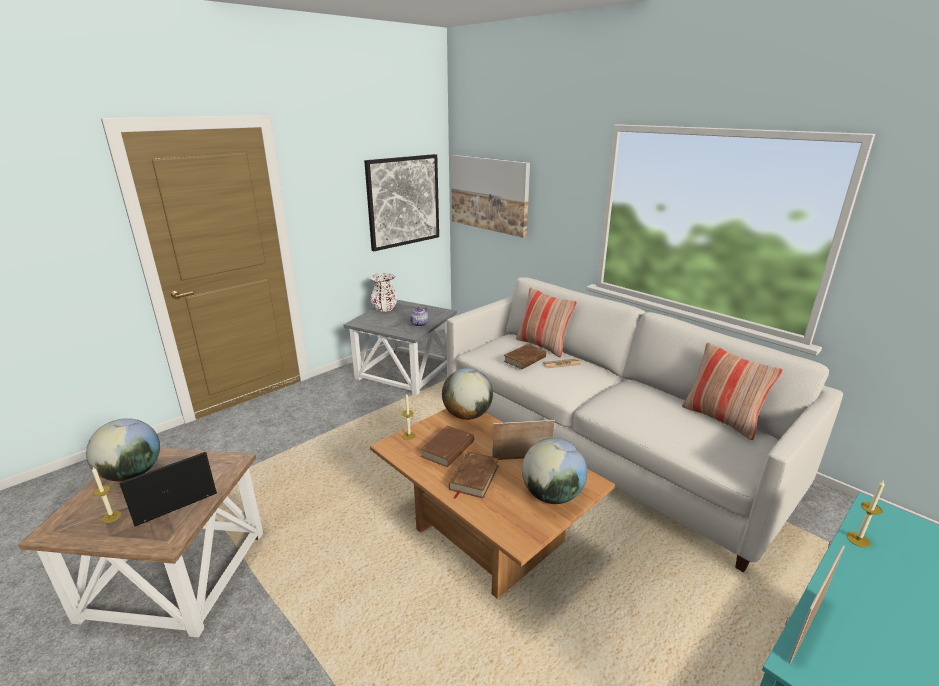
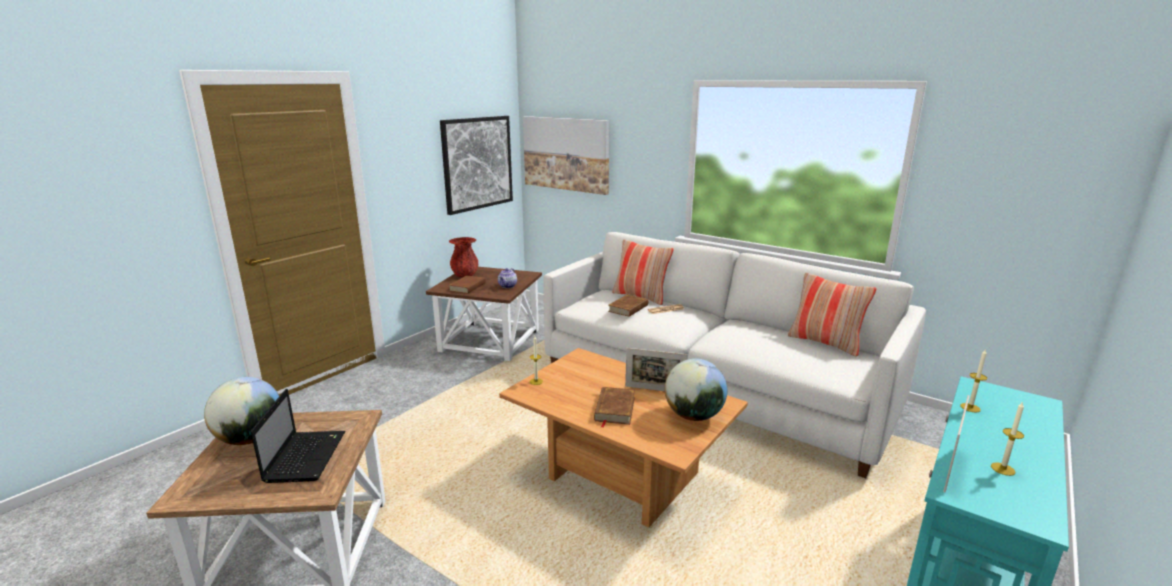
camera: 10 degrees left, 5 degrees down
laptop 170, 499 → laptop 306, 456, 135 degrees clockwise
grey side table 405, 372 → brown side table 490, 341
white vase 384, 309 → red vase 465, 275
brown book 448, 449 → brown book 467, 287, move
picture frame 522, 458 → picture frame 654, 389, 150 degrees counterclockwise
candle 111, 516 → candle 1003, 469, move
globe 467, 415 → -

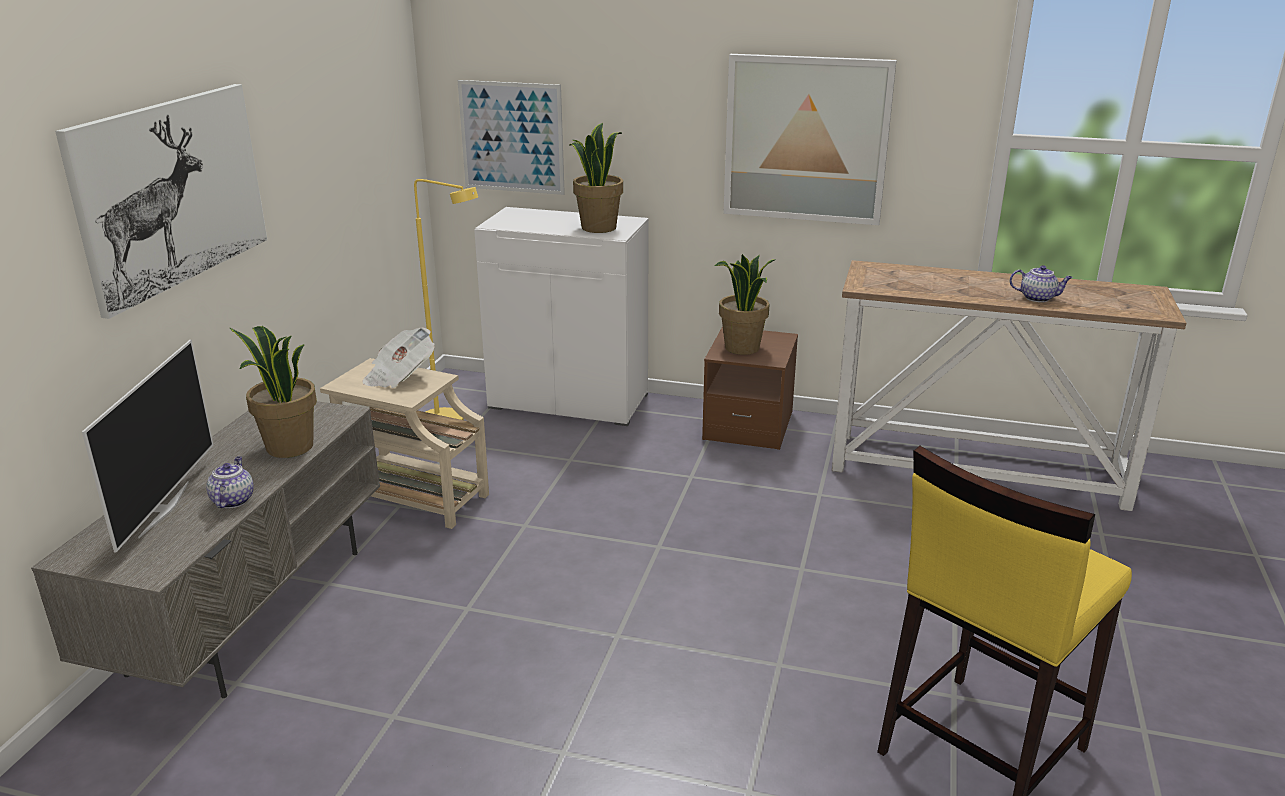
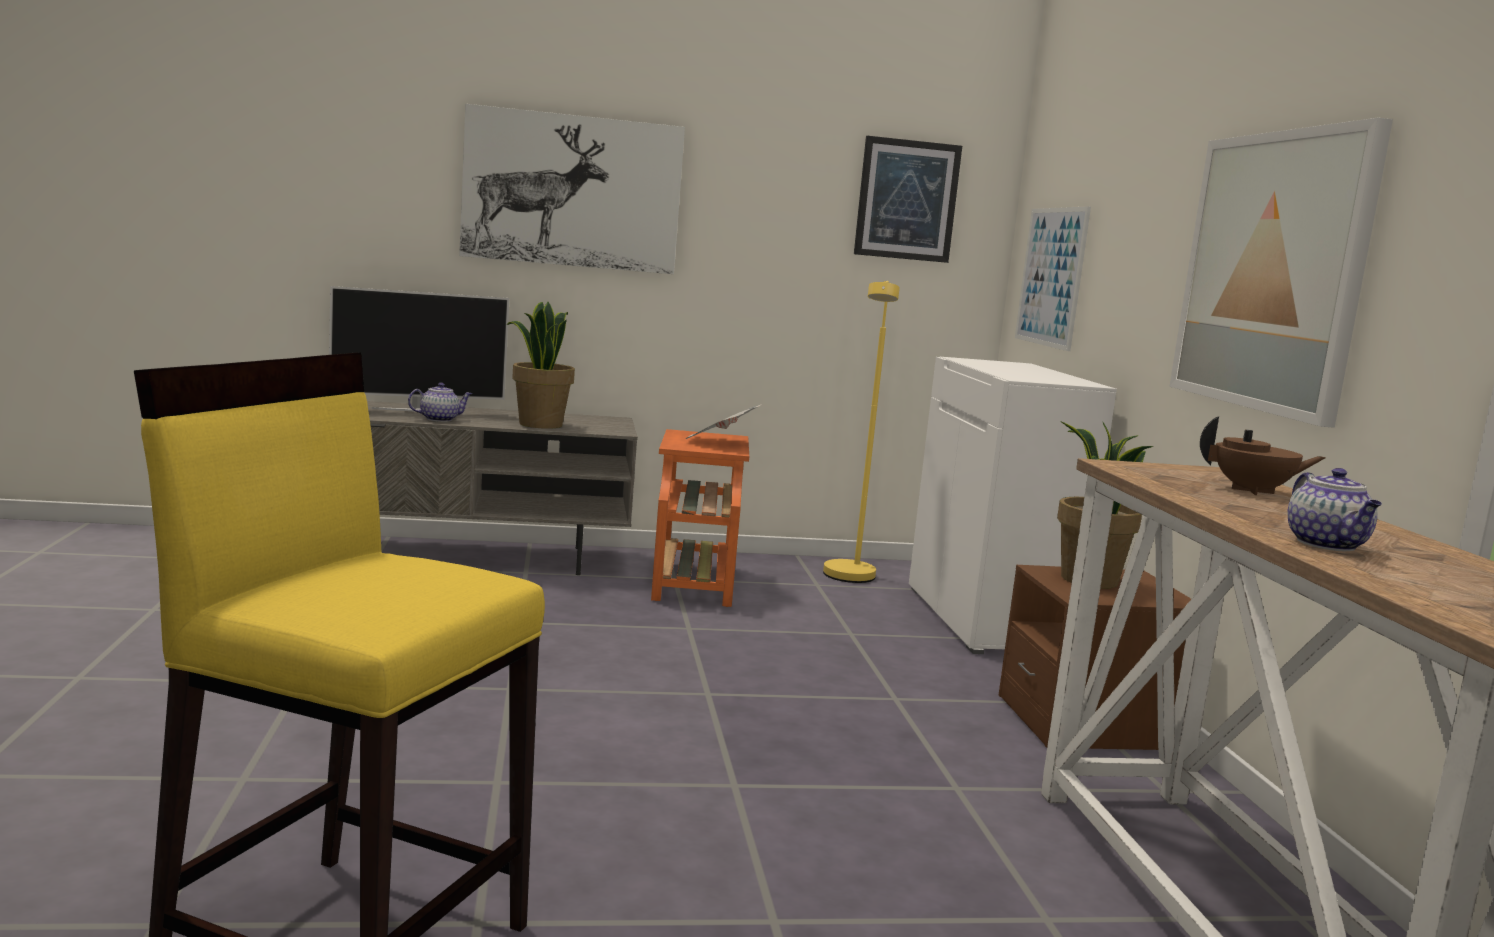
camera: 65 degrees right, 15 degrees down
beige side table 413, 497 → orange side table 694, 581
- → picture 907, 200
- → brown teapot 1253, 491
potted plant 598, 227 → -

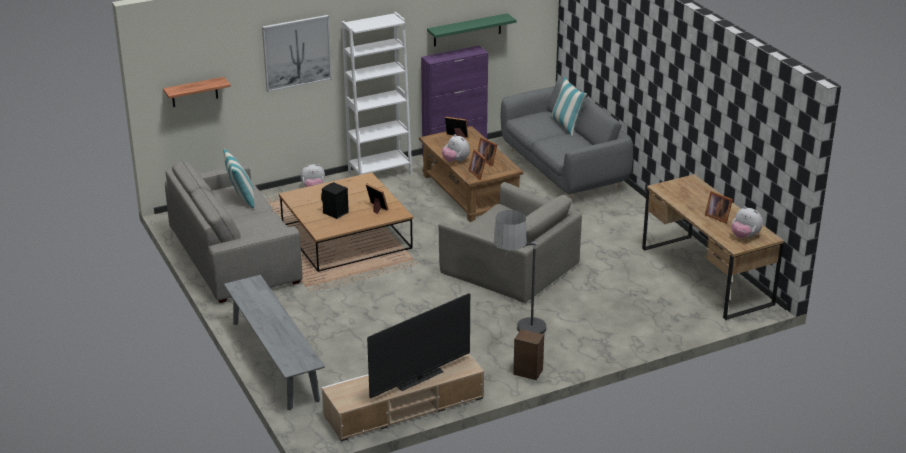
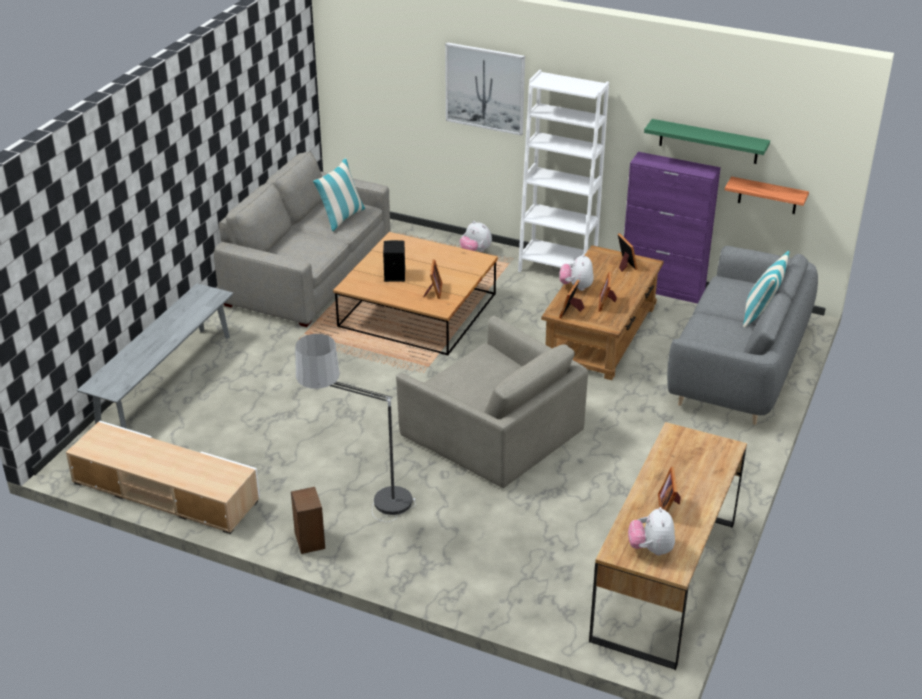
camera: 50 degrees right, 5 degrees up
grey armchair 510, 267 → grey armchair 493, 431, 45 degrees counterclockwise
shelf 194, 92 → shelf 768, 195, move
television 420, 379 → -

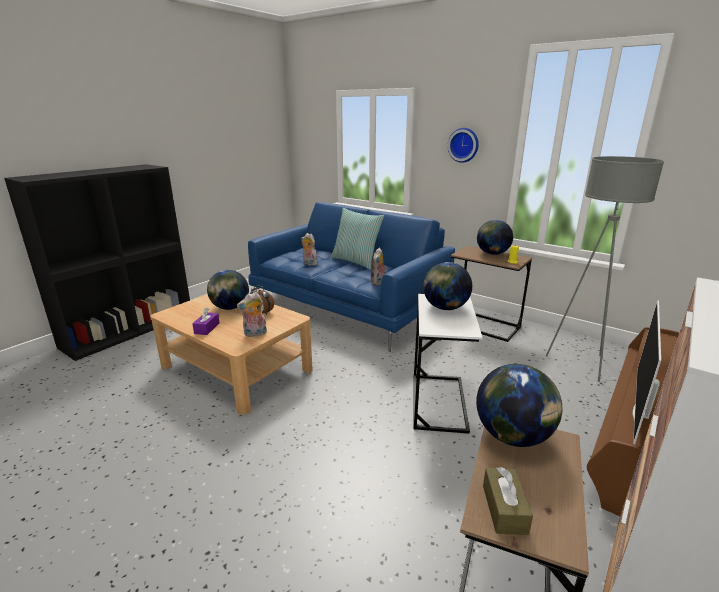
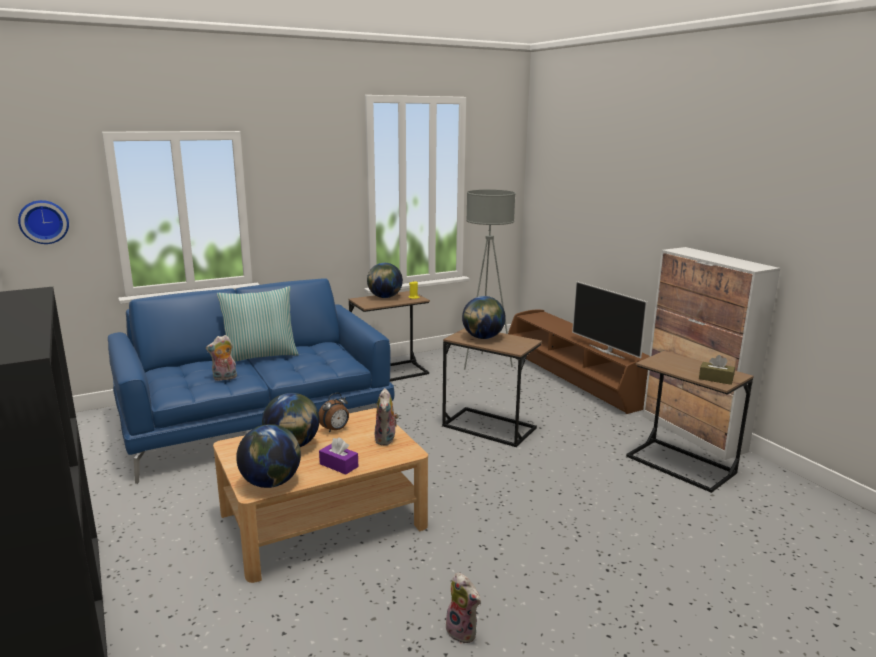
camera: 65 degrees left, 5 degrees down
wall clock 464, 145 → wall clock 44, 221, move
globe 513, 436 → globe 271, 482, move
white side table 438, 402 → brown side table 489, 427
plush toy 378, 282 → plush toy 463, 631, move

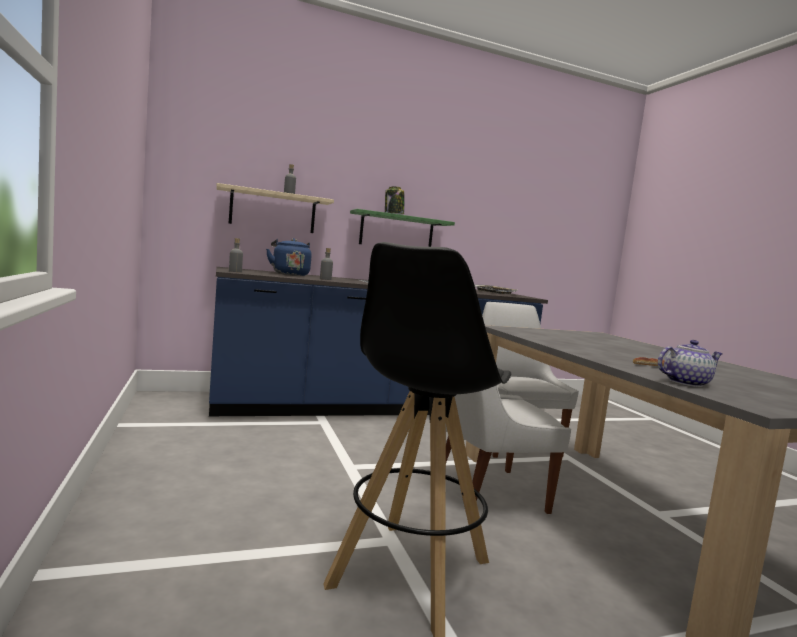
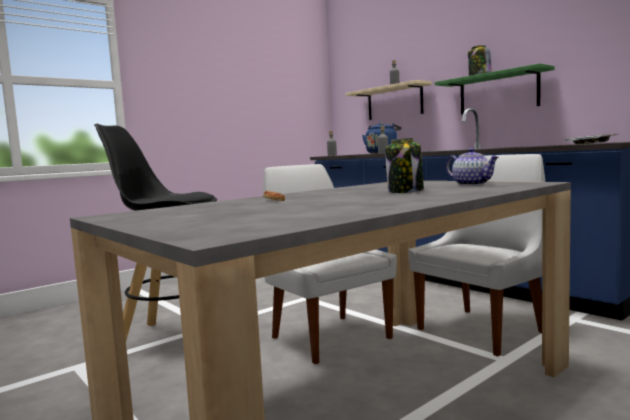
camera: 70 degrees right, 0 degrees up
- → jar 405, 191
teapot 685, 383 → teapot 472, 184, move

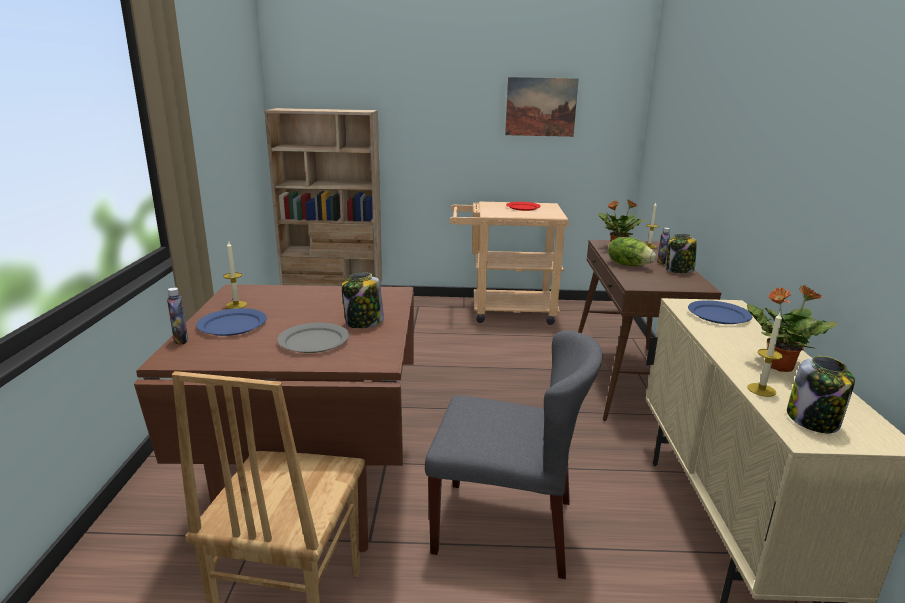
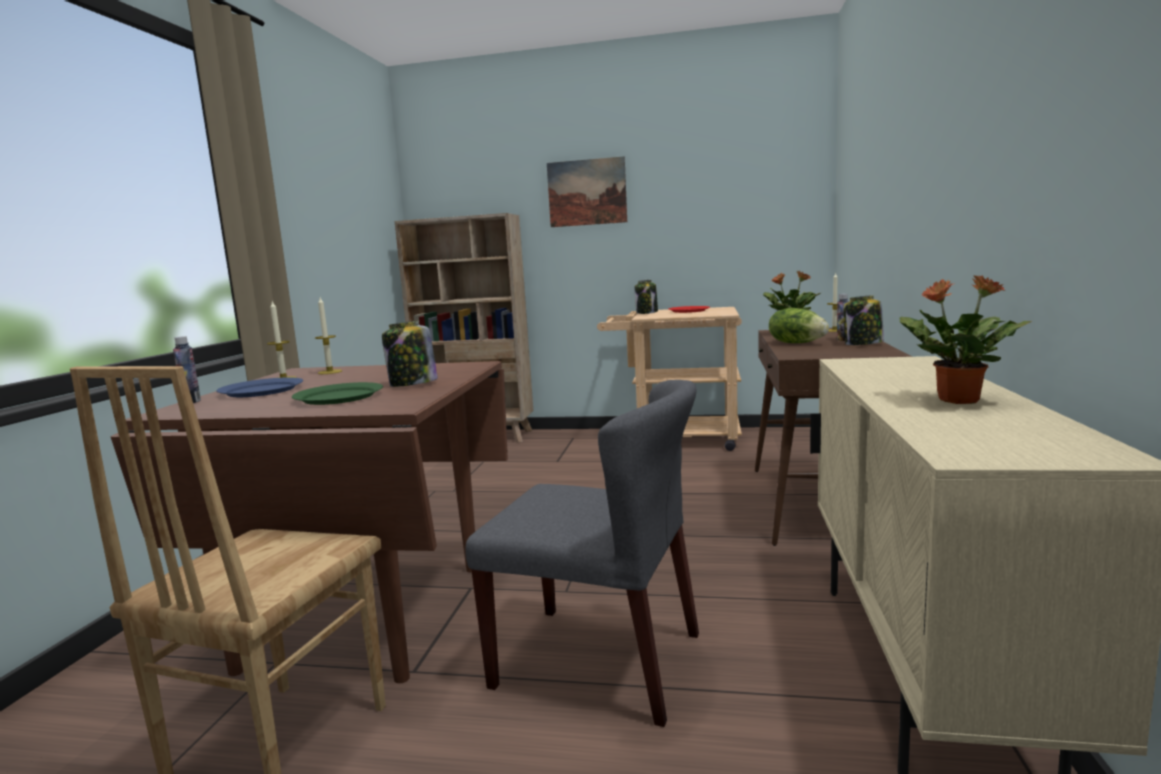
camera: 10 degrees right, 10 degrees down
grey plate 314, 341 → green plate 339, 397
candle 761, 390 → candle 330, 372, move
picture 541, 107 → picture 587, 192, move
jar 813, 420 → jar 647, 312, move
blue plate 719, 315 → -

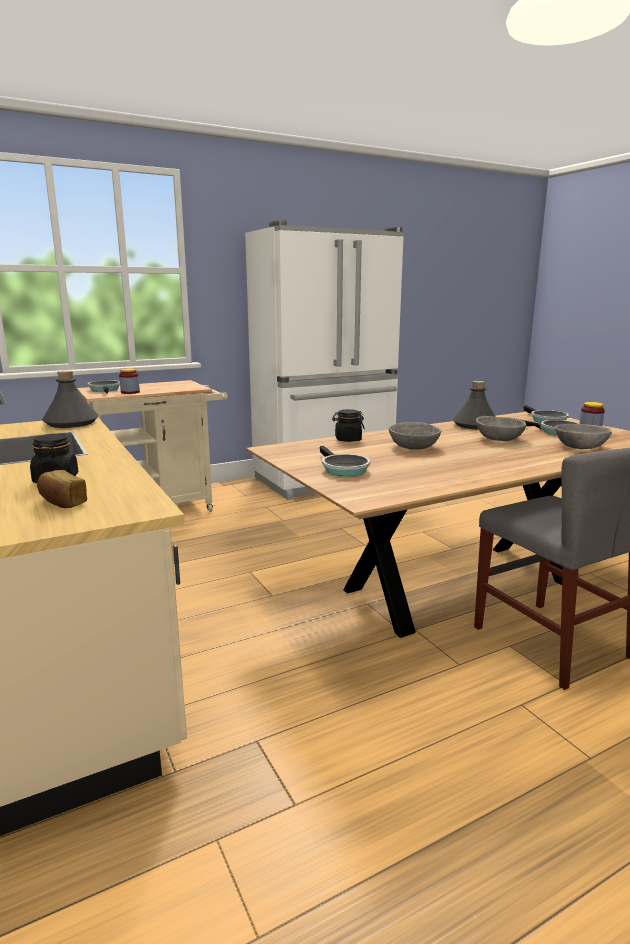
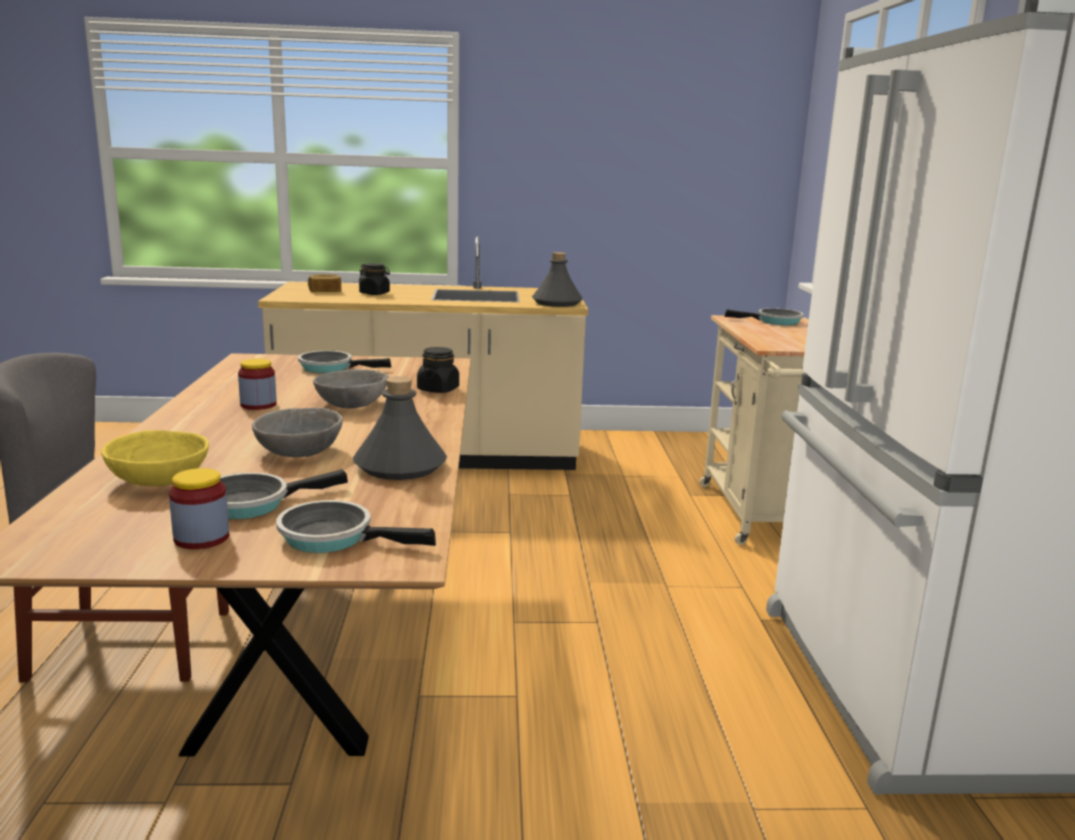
camera: 115 degrees right, 0 degrees up
grey bowl 580, 447 → yellow bowl 159, 479
jar 130, 392 → jar 258, 405, move

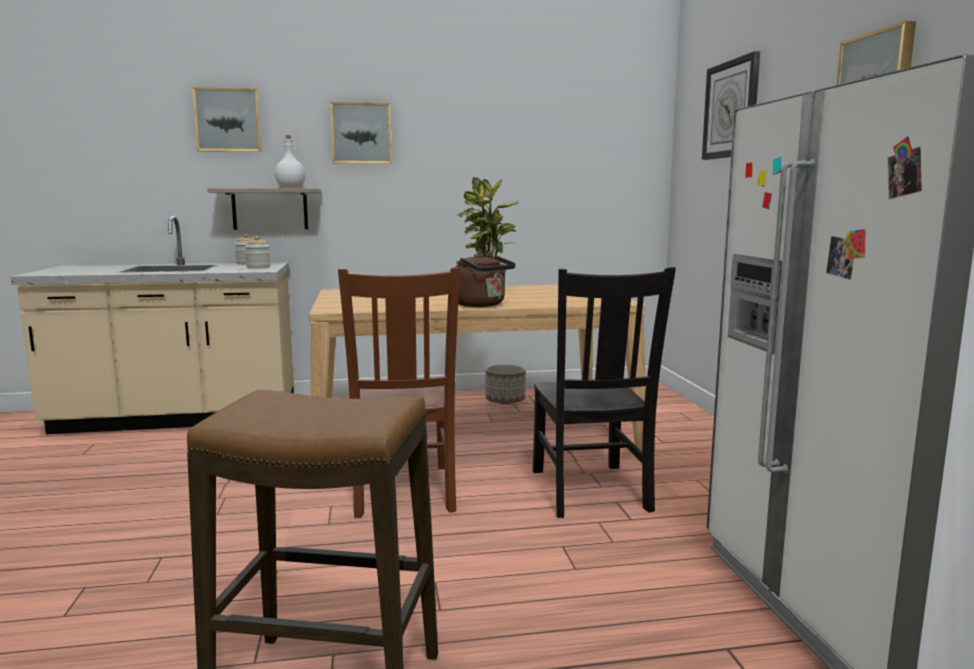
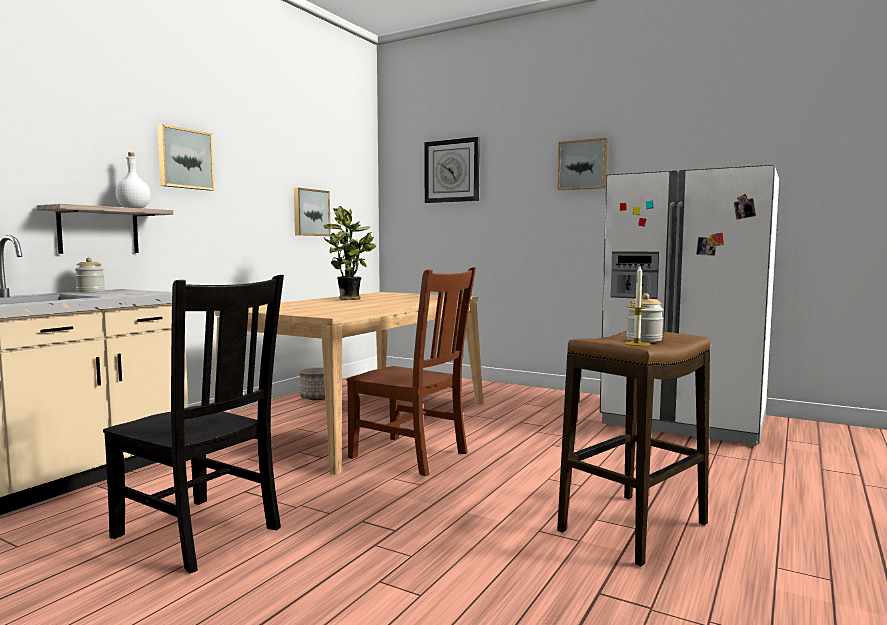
camera: 50 degrees left, 5 degrees down
black chair 590, 492 → black chair 200, 534, move
picture 228, 120 → picture 310, 212, move
- → candle 637, 344
jar 258, 267 → jar 644, 339, move
brown kettle 482, 305 → -

